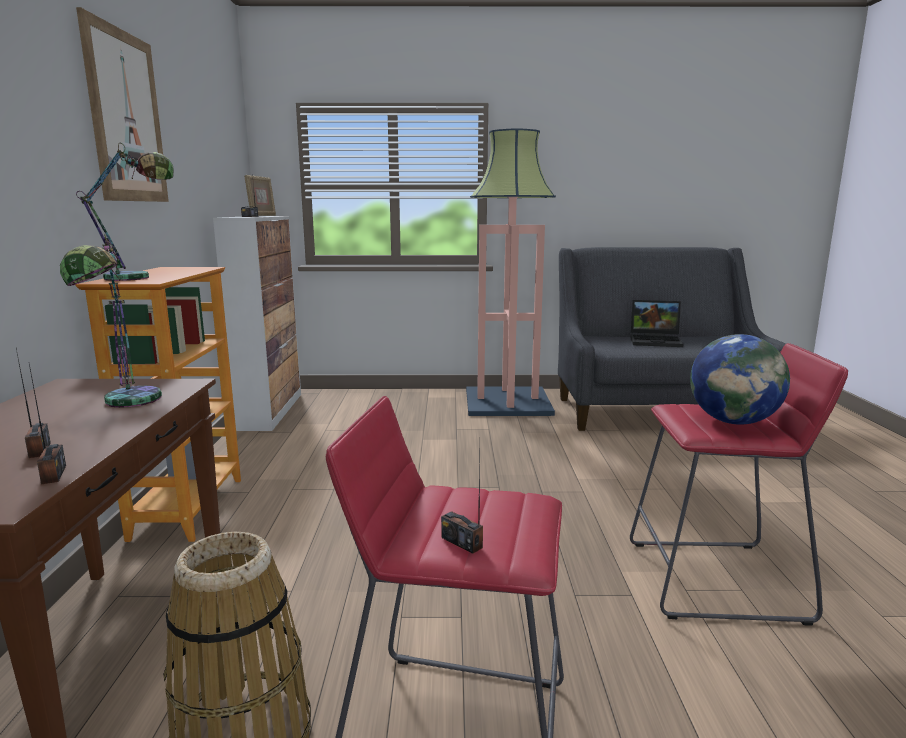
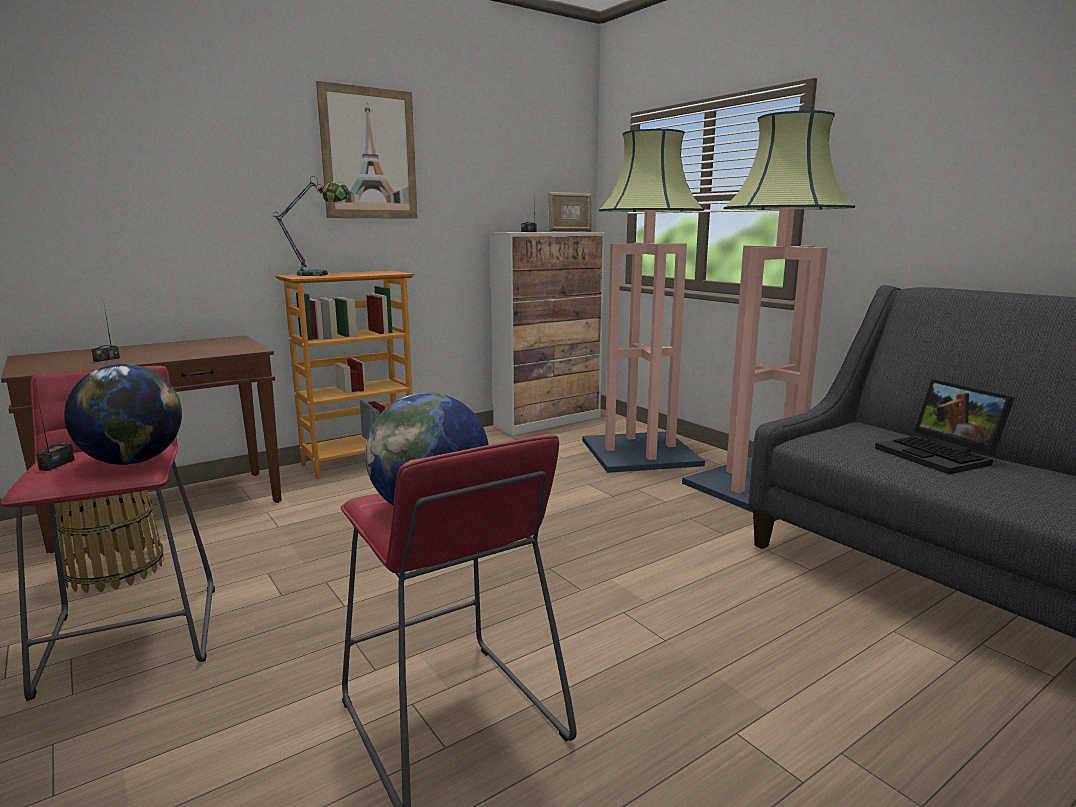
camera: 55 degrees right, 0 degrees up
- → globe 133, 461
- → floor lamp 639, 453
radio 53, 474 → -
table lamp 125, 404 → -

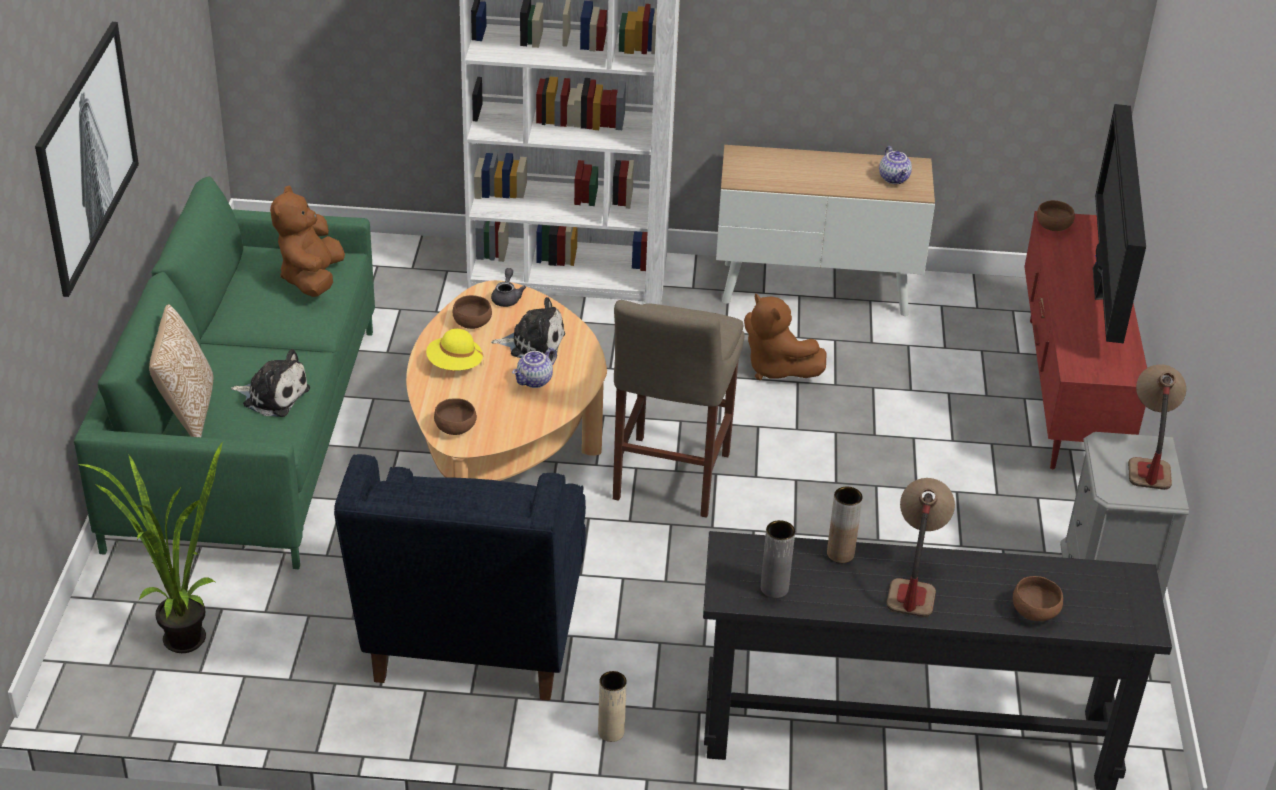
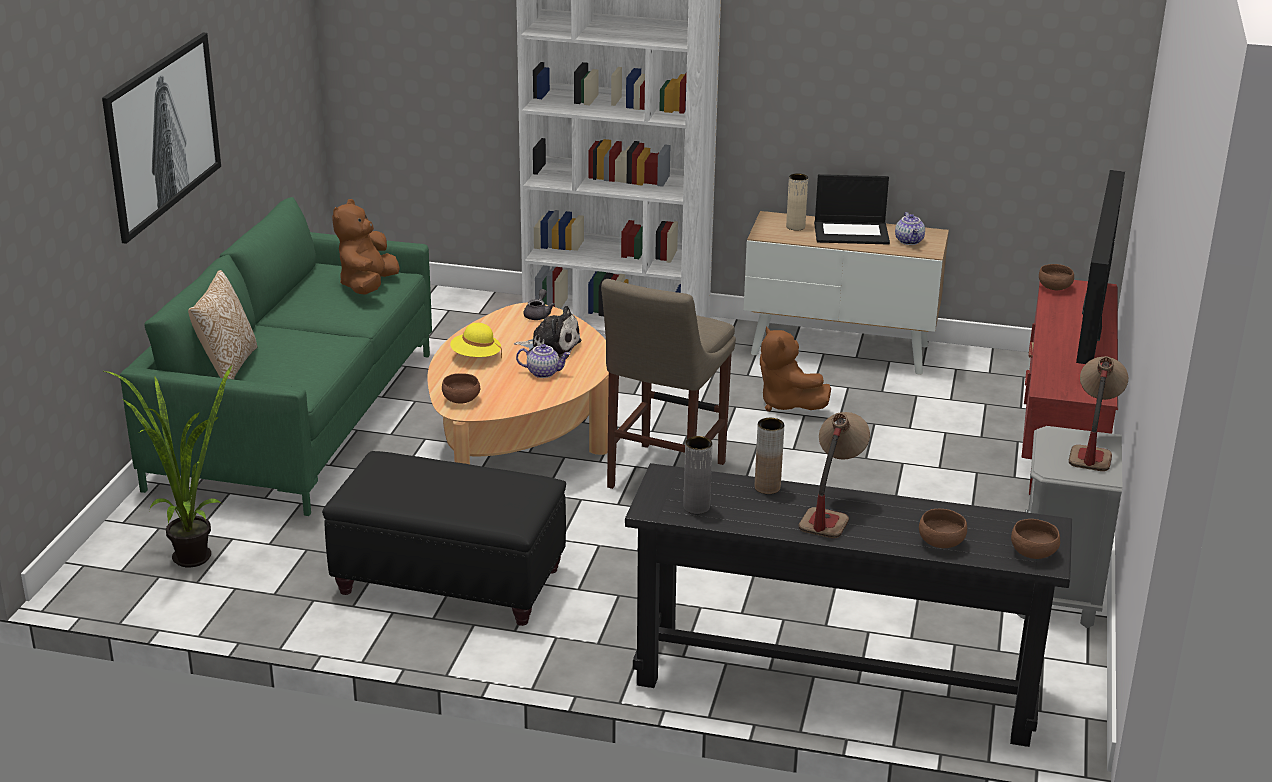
camera: 10 degrees right, 10 degrees down
blue armchair 474, 642 → black ottoman 448, 580
teapot 535, 381 → teapot 543, 372, 135 degrees counterclockwise
beige vase 611, 732 → beige vase 795, 227, move
- → laptop 852, 233
brown bowl 473, 323 → brown bowl 1034, 553, move
plush toy 273, 396 → -

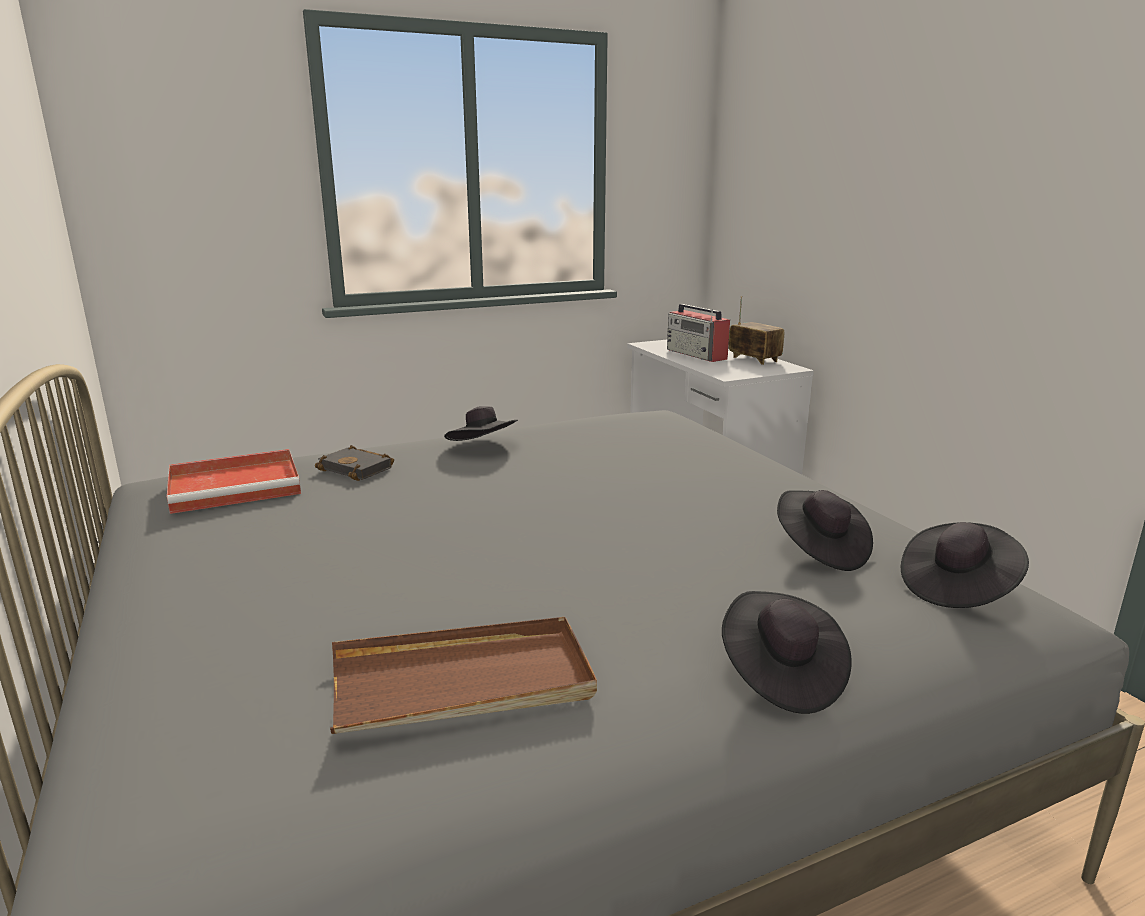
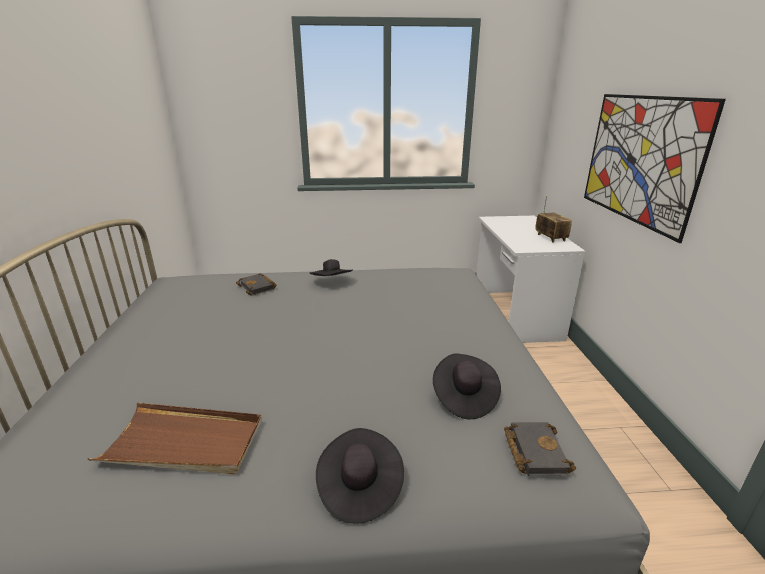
camera: 20 degrees right, 5 degrees up
black hat 957, 587 → black book 533, 451
- → picture 639, 159
red tray 238, 485 → -
radio 697, 354 → -

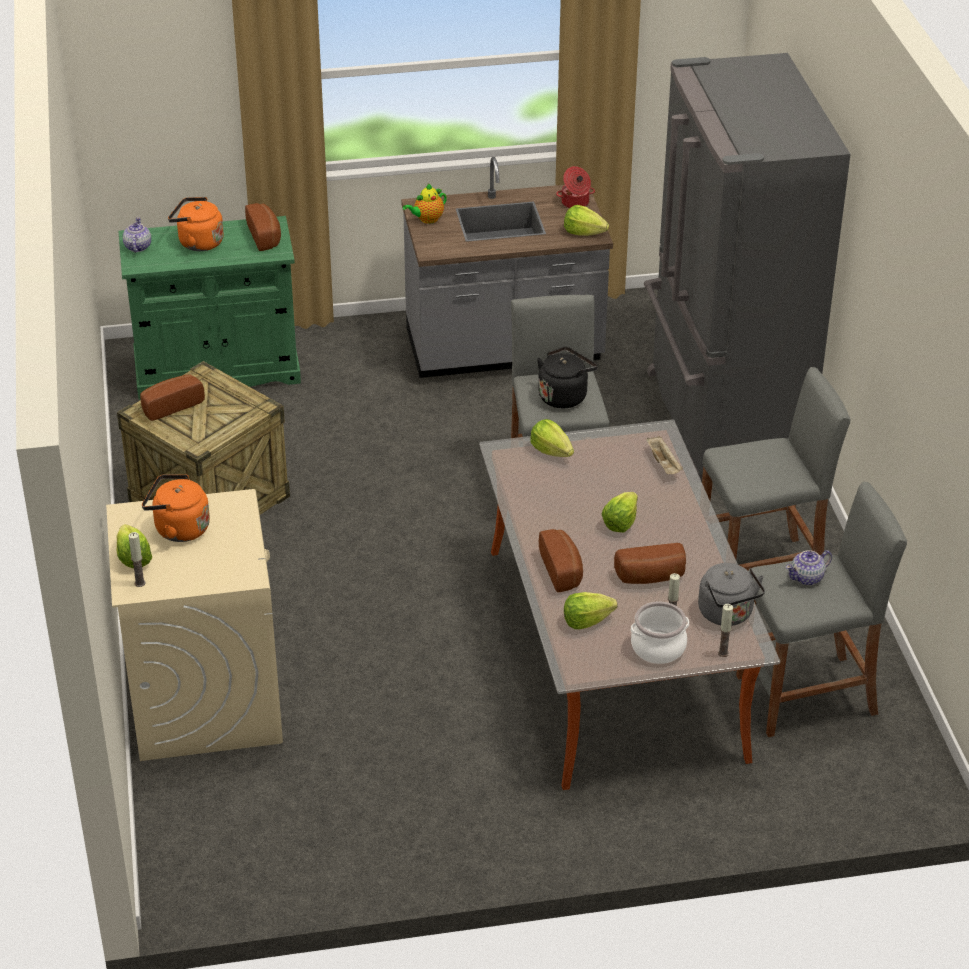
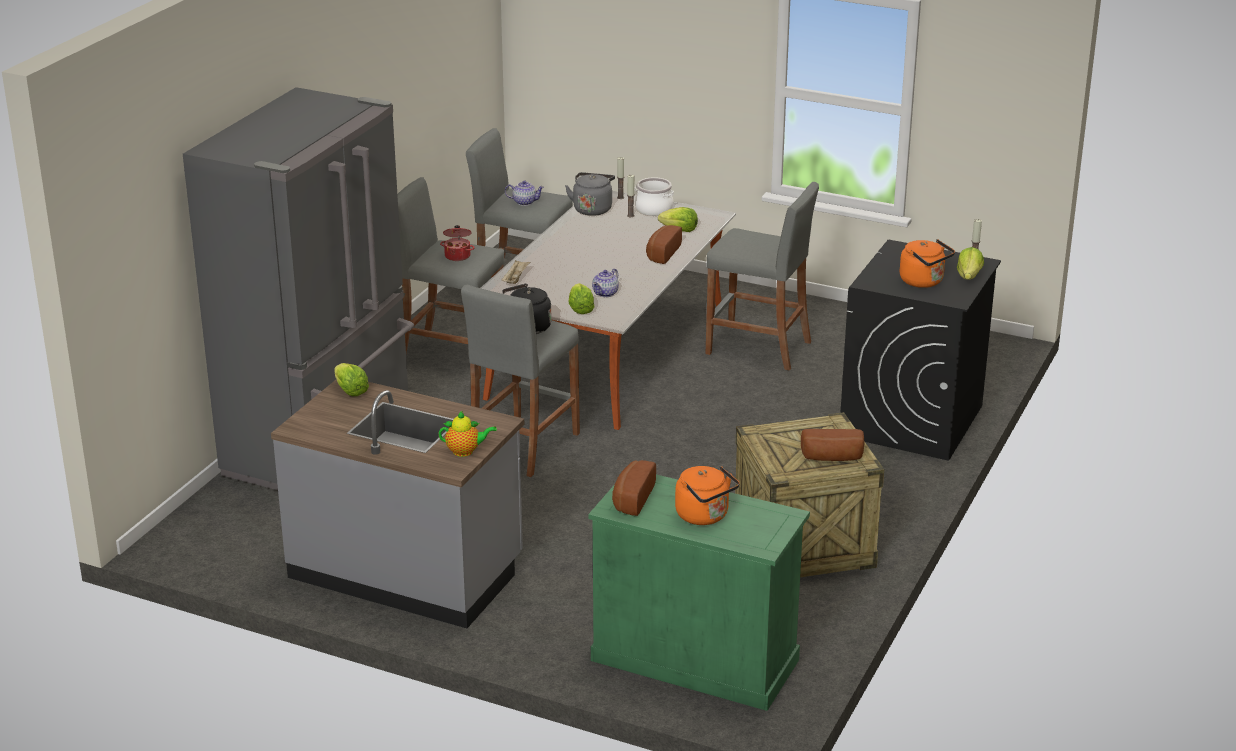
camera: 145 degrees left, 10 degrees down
cooking pot 575, 203 → cooking pot 458, 256, move
teapot 137, 247 → teapot 606, 293, move
- → grey stool 759, 348
beige washing machine 205, 698 → black washing machine 912, 421
lettuce 620, 522 → -
bread 651, 577 → -

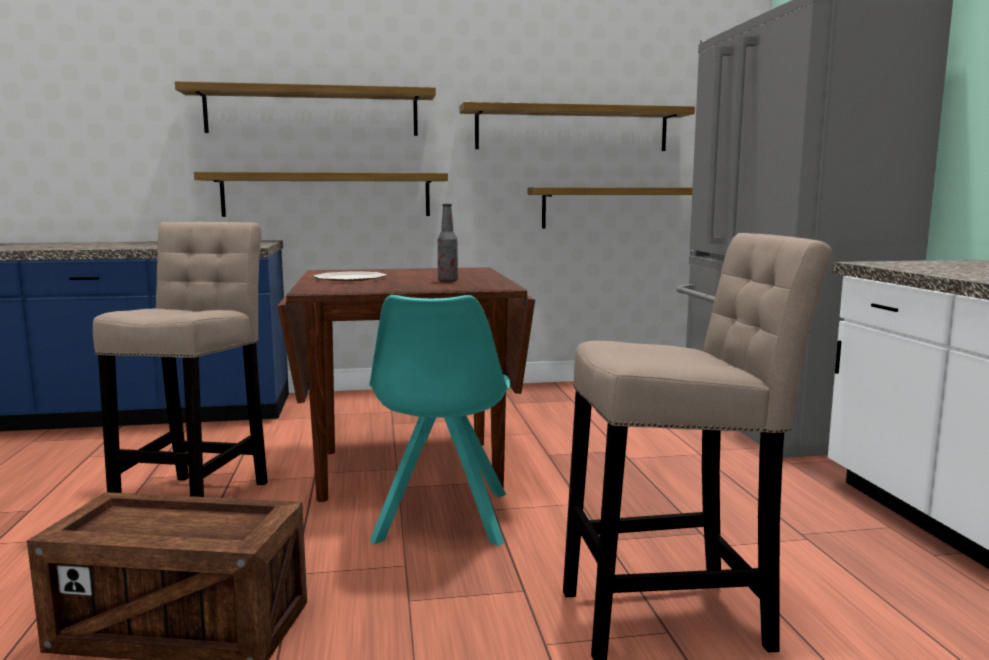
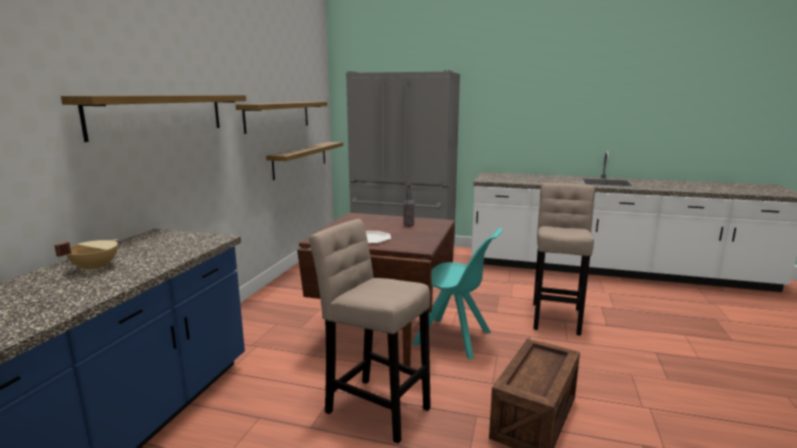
camera: 65 degrees left, 5 degrees up
- → beige cooking pot 94, 268
shelf 327, 194 → -

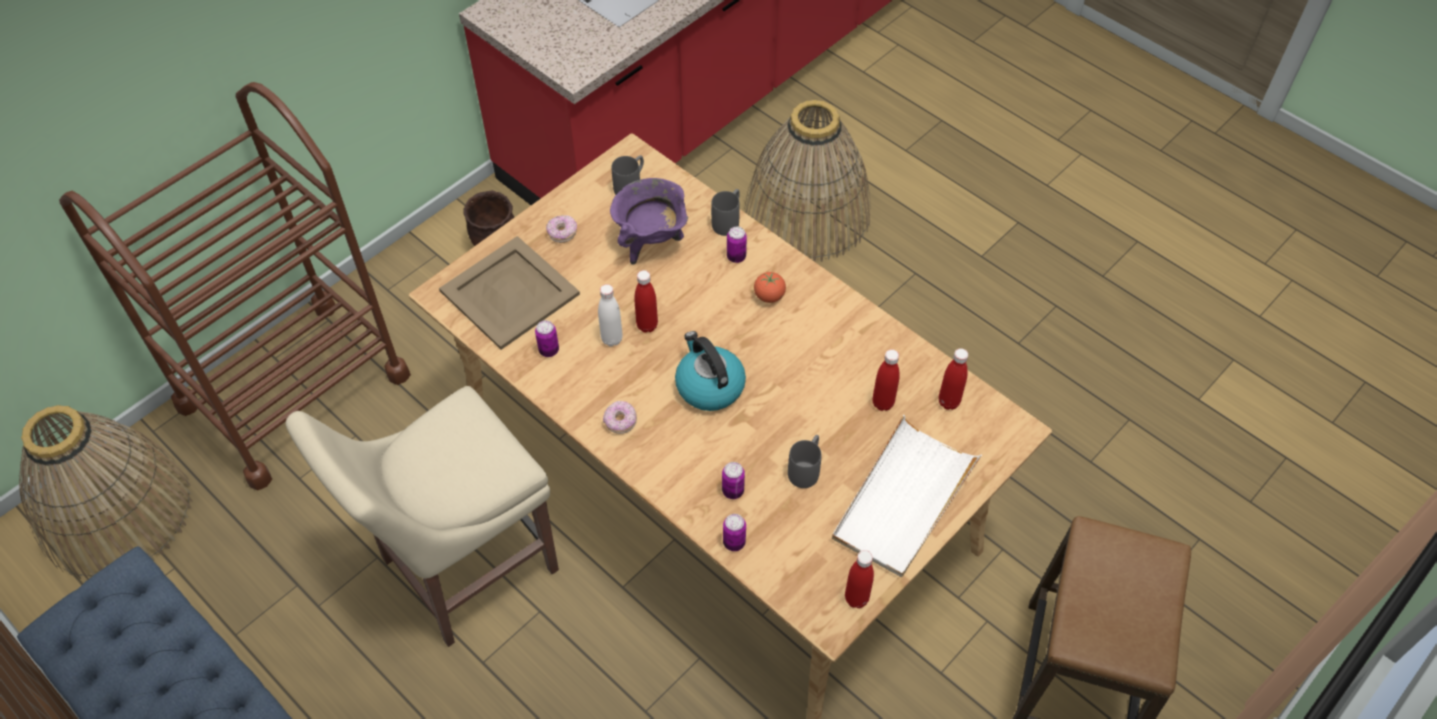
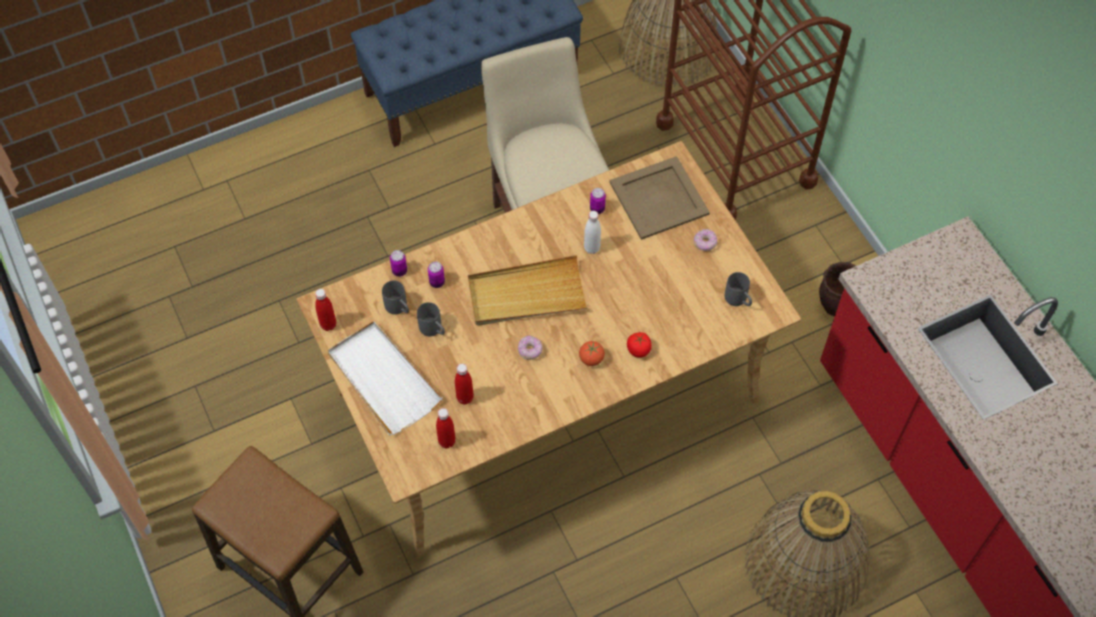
camera: 110 degrees right, 5 degrees up
grey mug 728, 221 → grey mug 399, 309, move
kettle 709, 386 → beige tray 526, 294
donut 620, 421 → donut 530, 350, move
can 736, 257 → tomato 638, 350
purple cooking pot 651, 242 → -
red bottle 647, 325 → -

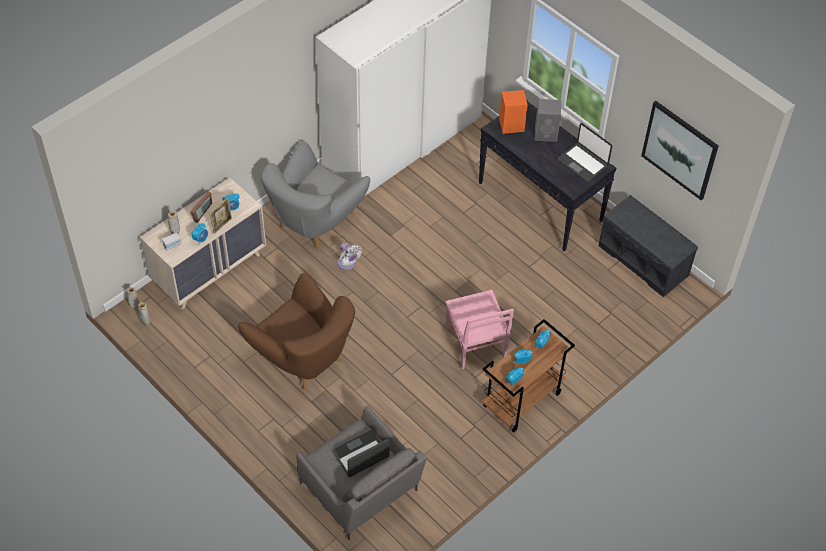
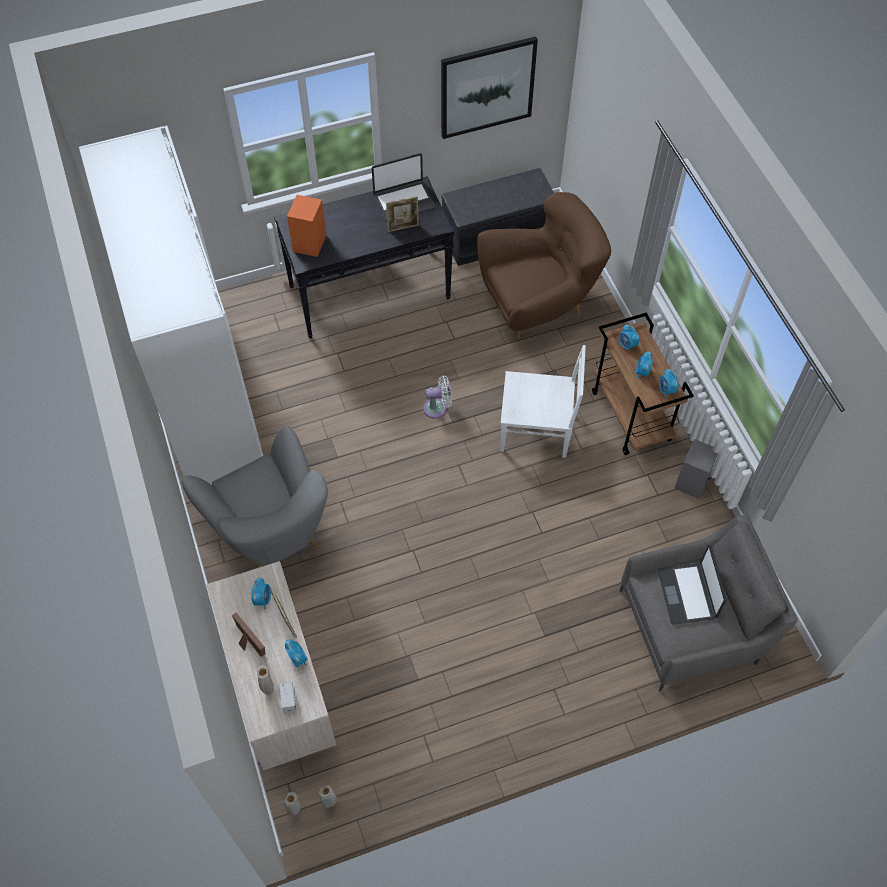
camera: 65 degrees left, 5 degrees up
- → picture frame 403, 227
white fan 347, 264 → white fan 437, 408, move
brown armchair 303, 359 → brown armchair 538, 305, move
pink chair 475, 344 → white chair 537, 430
grey speaker 546, 133 → grey speaker 692, 481, move

